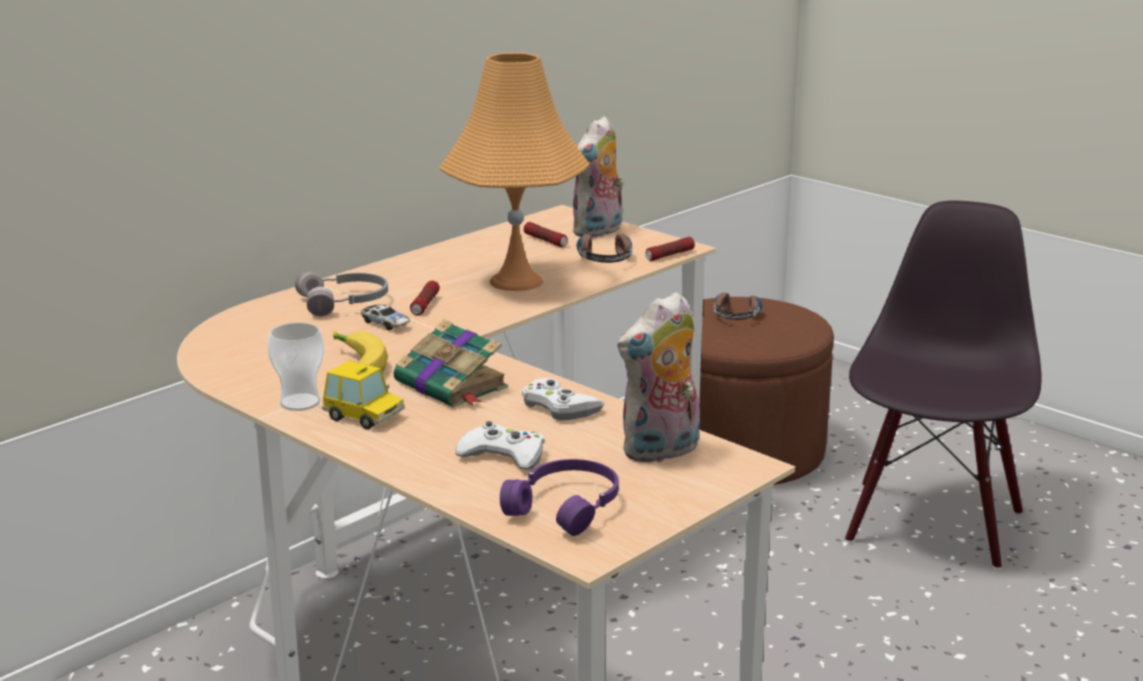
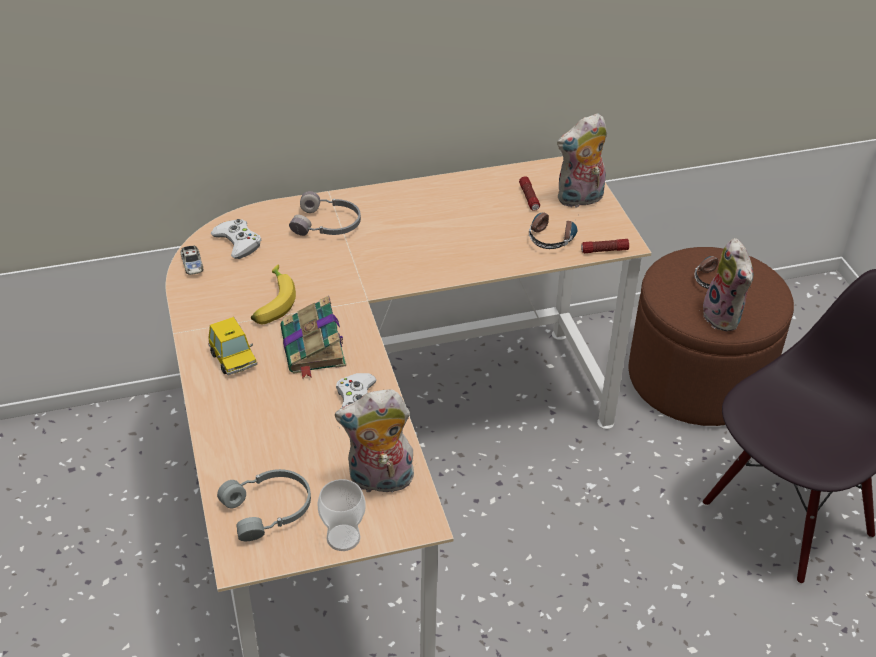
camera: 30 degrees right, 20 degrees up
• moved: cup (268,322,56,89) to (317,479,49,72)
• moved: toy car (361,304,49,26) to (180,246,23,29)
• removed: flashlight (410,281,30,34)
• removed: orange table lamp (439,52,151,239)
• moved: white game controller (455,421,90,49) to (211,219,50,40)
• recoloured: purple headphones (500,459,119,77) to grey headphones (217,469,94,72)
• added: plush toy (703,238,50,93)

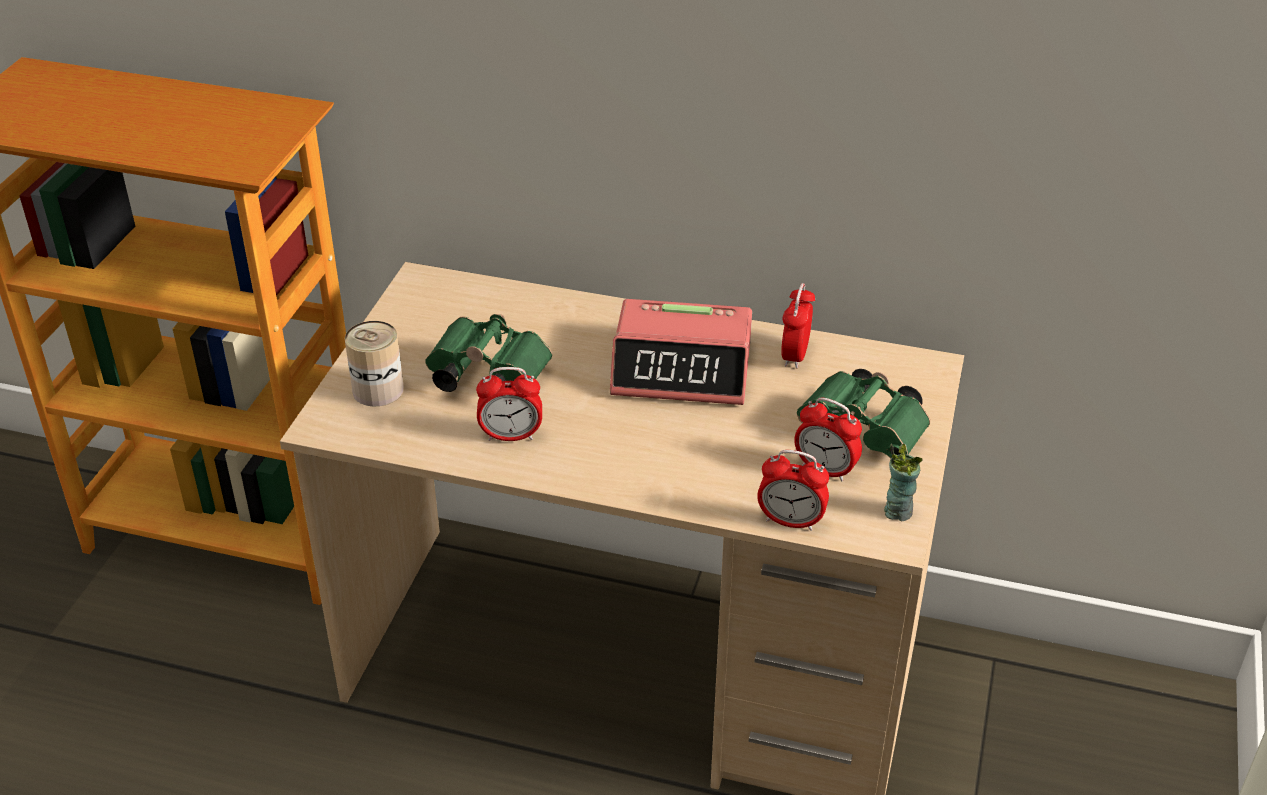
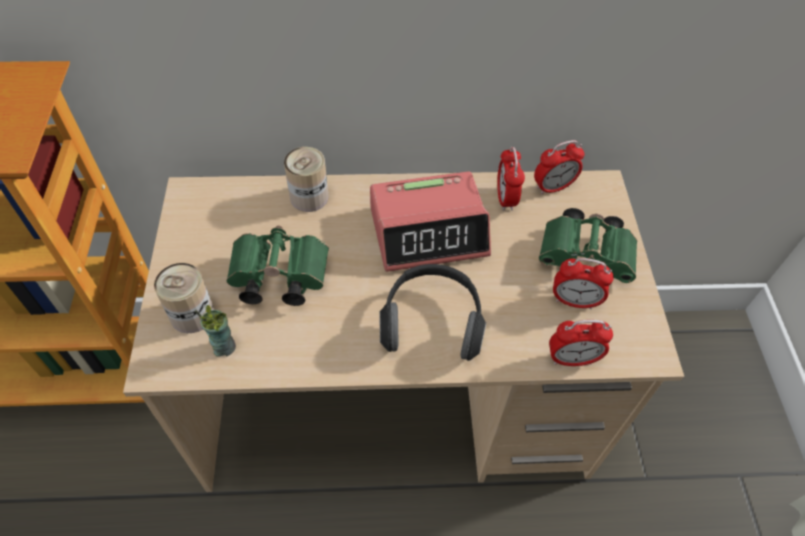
camera: 20 degrees left, 15 degrees up
• moved: alarm clock (476,367,66,74) to (534,140,51,55)
• moved: cup (884,443,38,78) to (195,305,41,52)
• added: can (284,147,44,65)
• added: headphones (379,264,107,97)

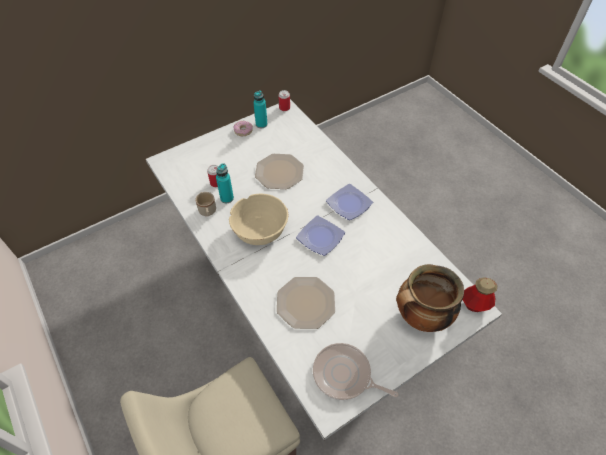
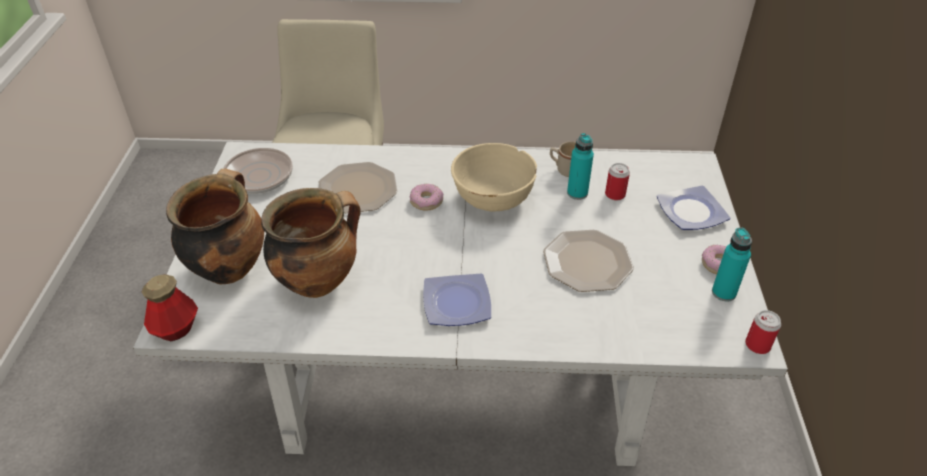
camera: 125 degrees right, 10 degrees down
• moved: plate (296,215,49,41) to (657,186,73,44)
• added: cooking pot (261,188,100,110)
• added: donut (410,184,33,27)

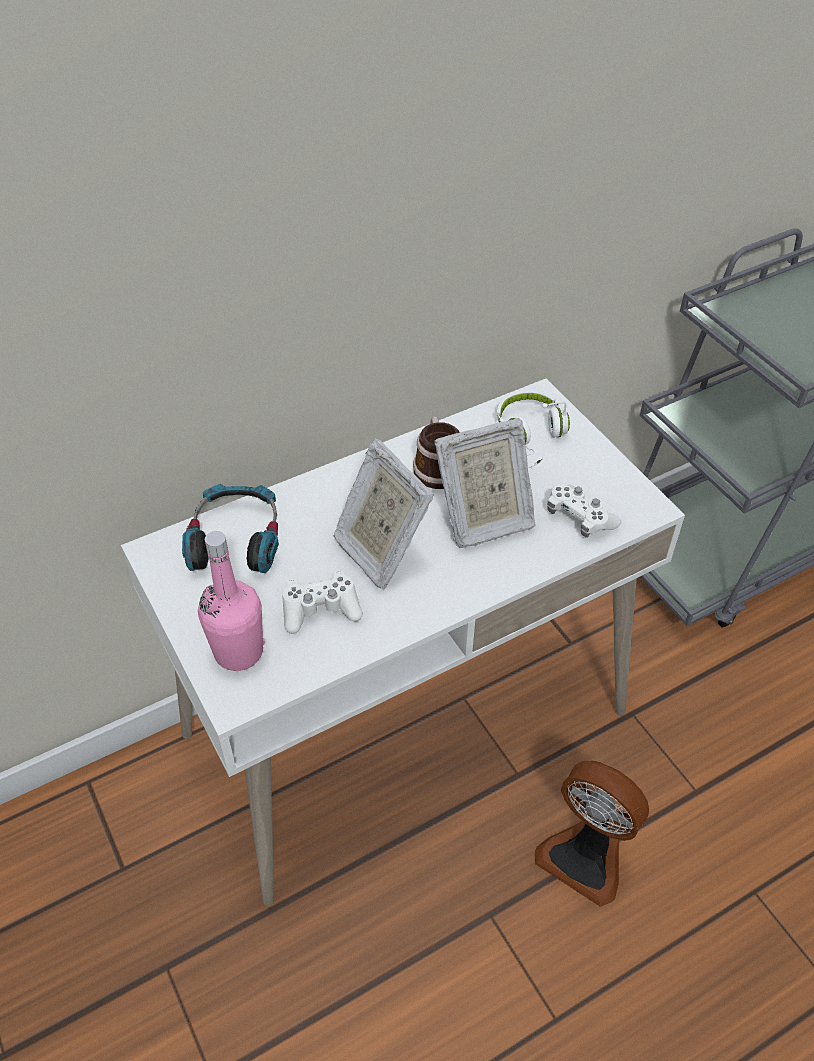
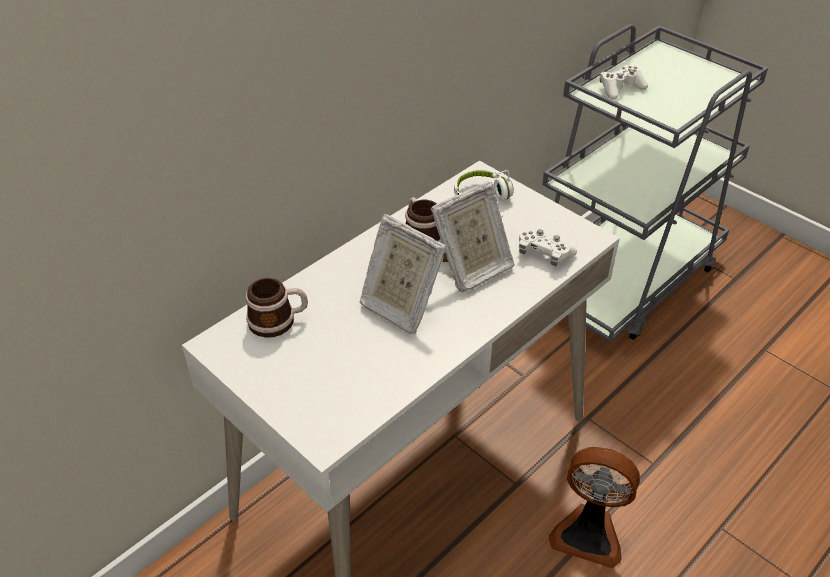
camera: 15 degrees left, 5 degrees down
• replaced: headphones (182,484,97,89) to mug (246,278,62,60)
• removed: pink bottle (198,531,67,140)
• moved: white game controller (282,571,81,63) to (600,65,48,35)

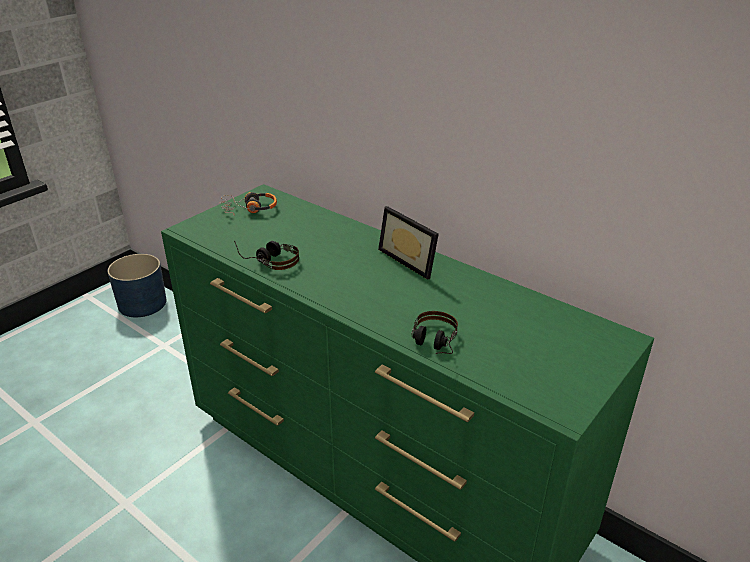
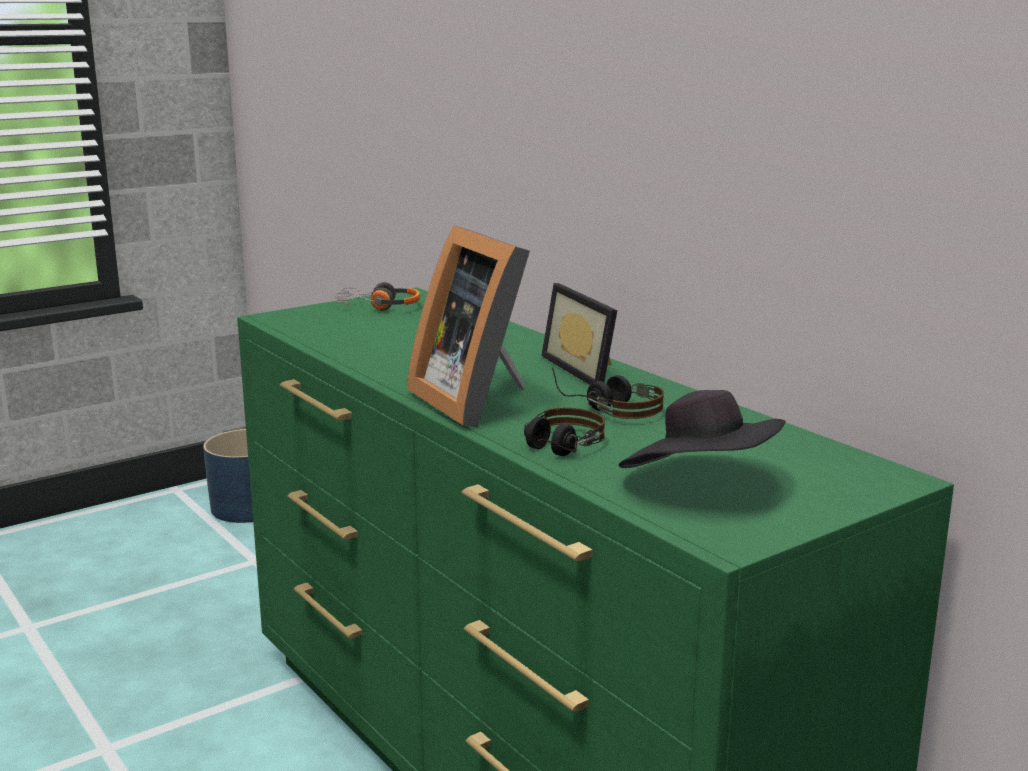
camera: 15 degrees right, 15 degrees down
• moved: headphones (234,241,65,29) to (552,367,112,52)
• added: picture frame (407,225,123,203)
• added: black hat (619,390,167,78)

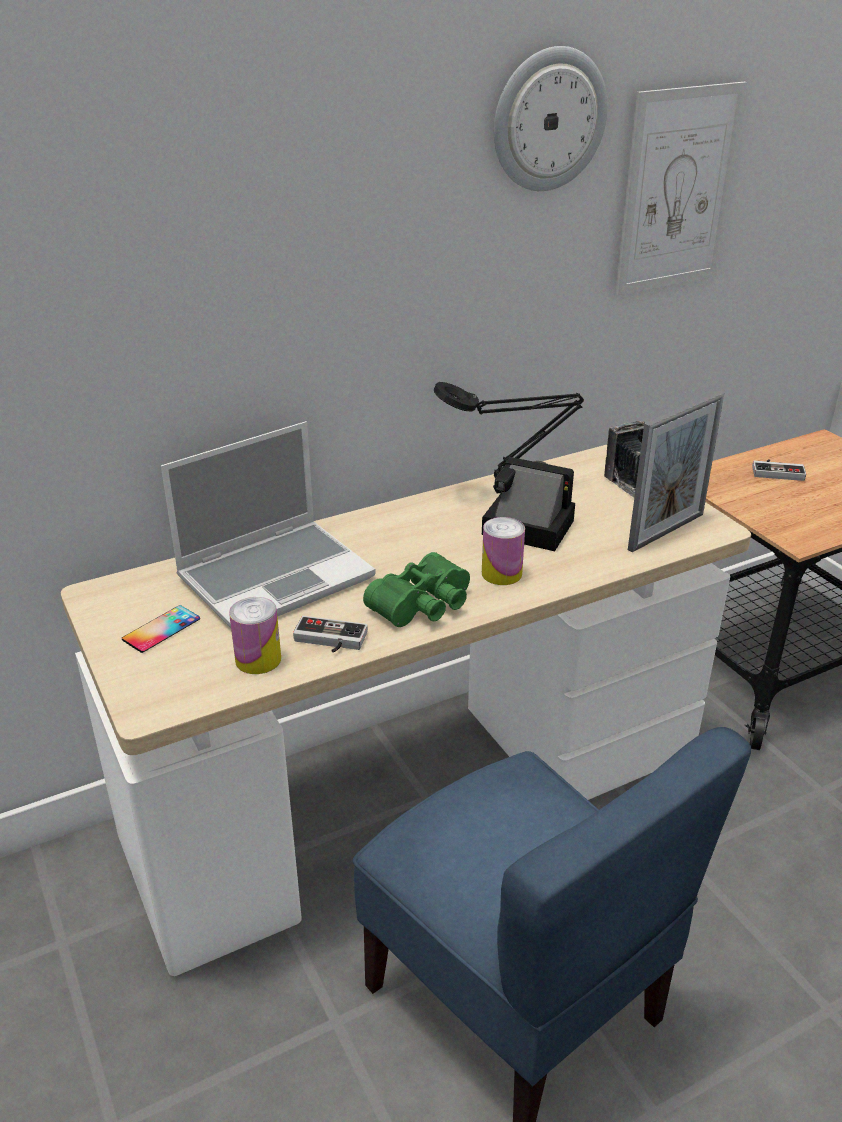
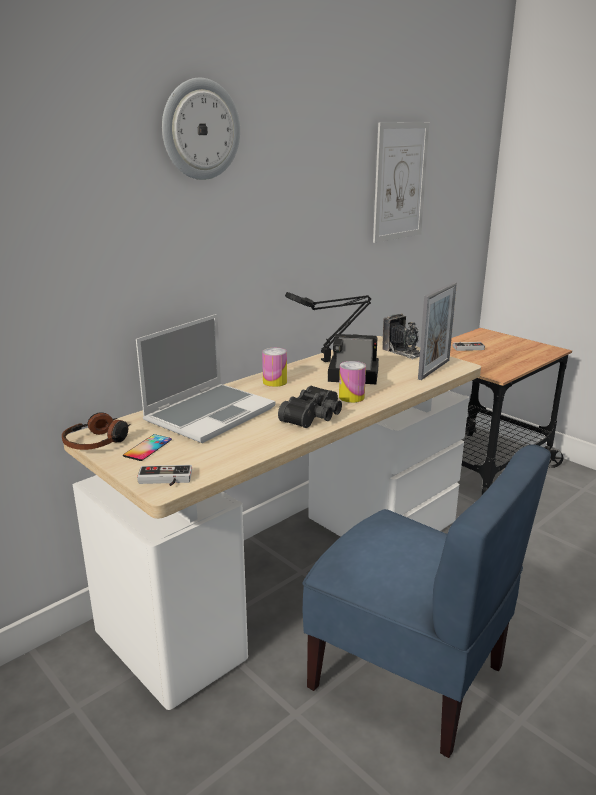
camera: 15 degrees left, 10 degrees down
• moved: can (229,597,52,77) to (262,348,25,39)
• moved: game controller (293,616,75,37) to (137,465,55,21)
• recoloured: green binoculars (363,552,107,75) to black binoculars (278,386,64,42)
• moved: wall clock (494,46,114,145) to (162,78,78,102)
• added: headphones (62,412,69,38)

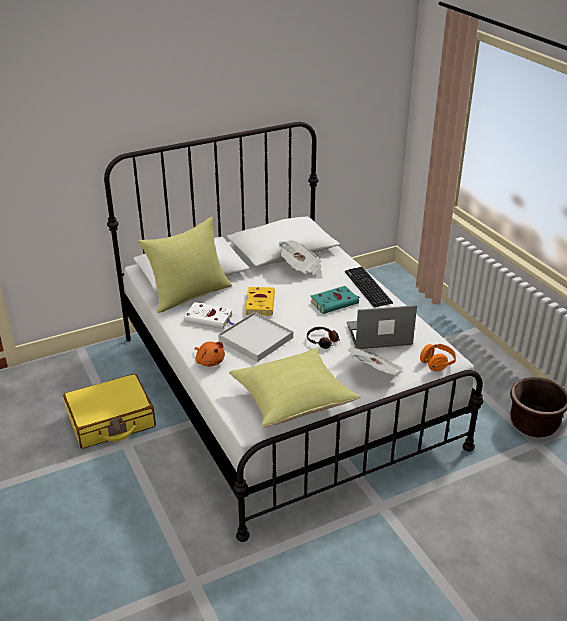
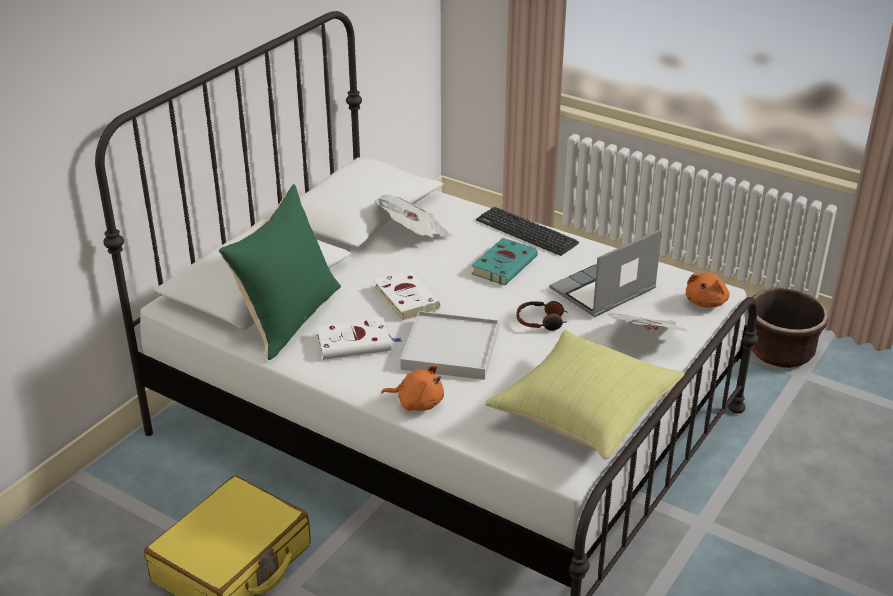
camera: 30 degrees left, 0 degrees up
• recoloured: yellow pillow (138,217,94,96) to green pillow (219,184,122,176)
• recoloured: yellow book (245,287,30,29) to white book (374,270,67,51)
• replaced: orange headphones (420,344,36,28) to orange plush toy (686,272,44,36)

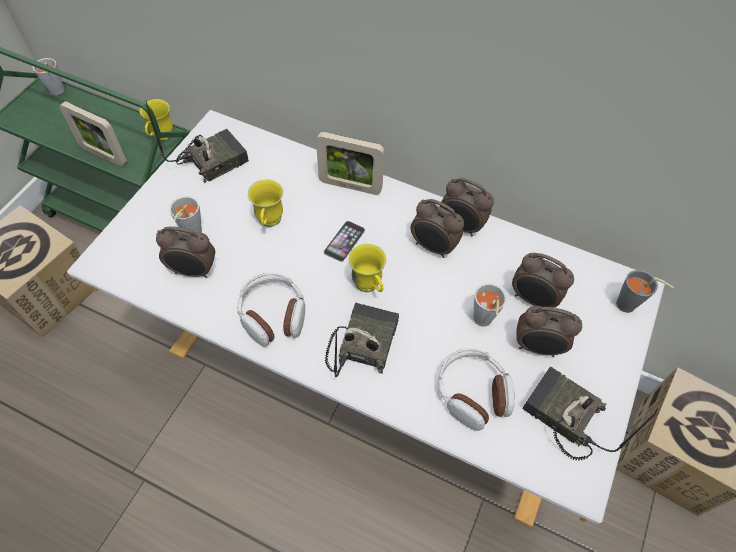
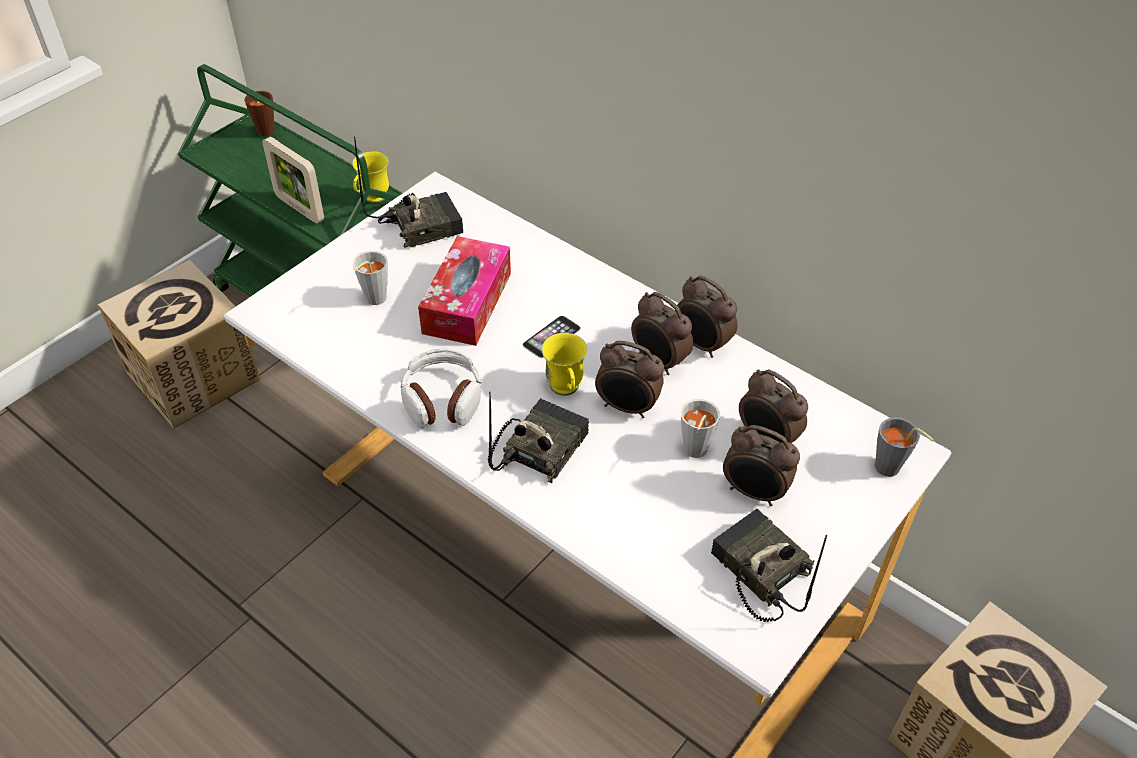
camera: 15 degrees right, 10 degrees down
• recoloured: grey cup (33,58,31,37) to brown cup (244,91,31,45)
• moved: alarm clock (156,226,59,52) to (595,341,69,77)
• replaced: yellow mug (248,179,35,48) to tissue box (418,236,93,110)
• removed: picture frame (316,132,69,63)
• removed: headphones (438,348,77,83)

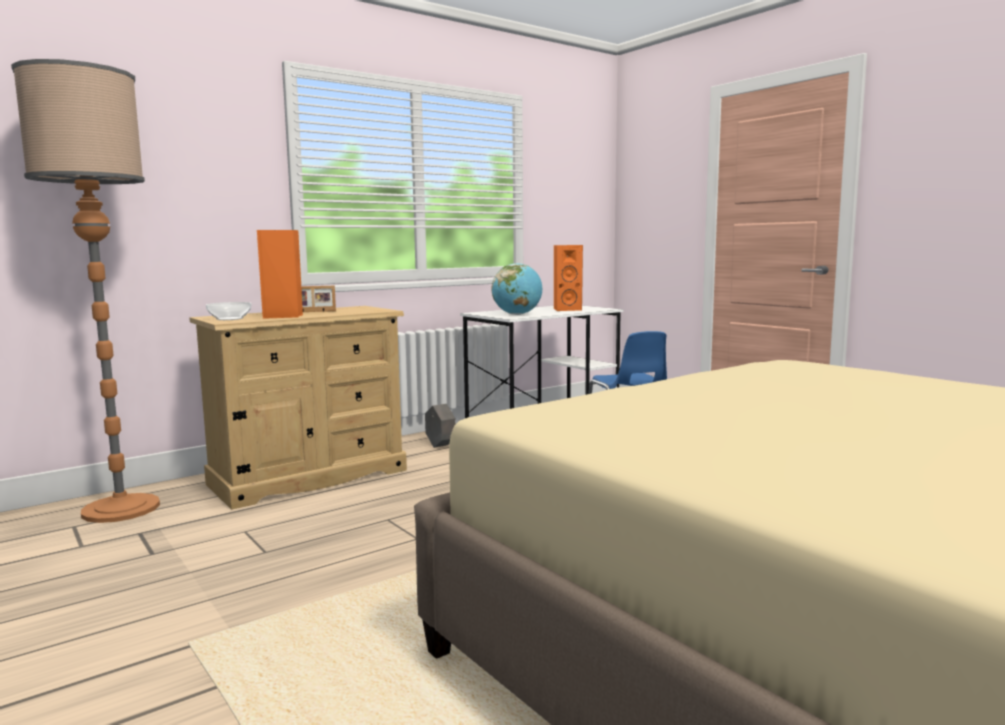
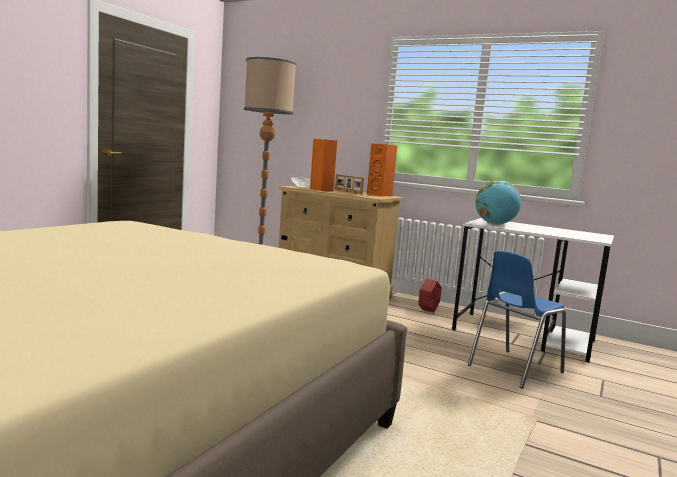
camera: 65 degrees right, 0 degrees up
• recoloured: grey planter (425,404,31,44) to red planter (418,279,24,34)
• moved: orange speaker (554,245,29,66) to (367,143,30,53)

